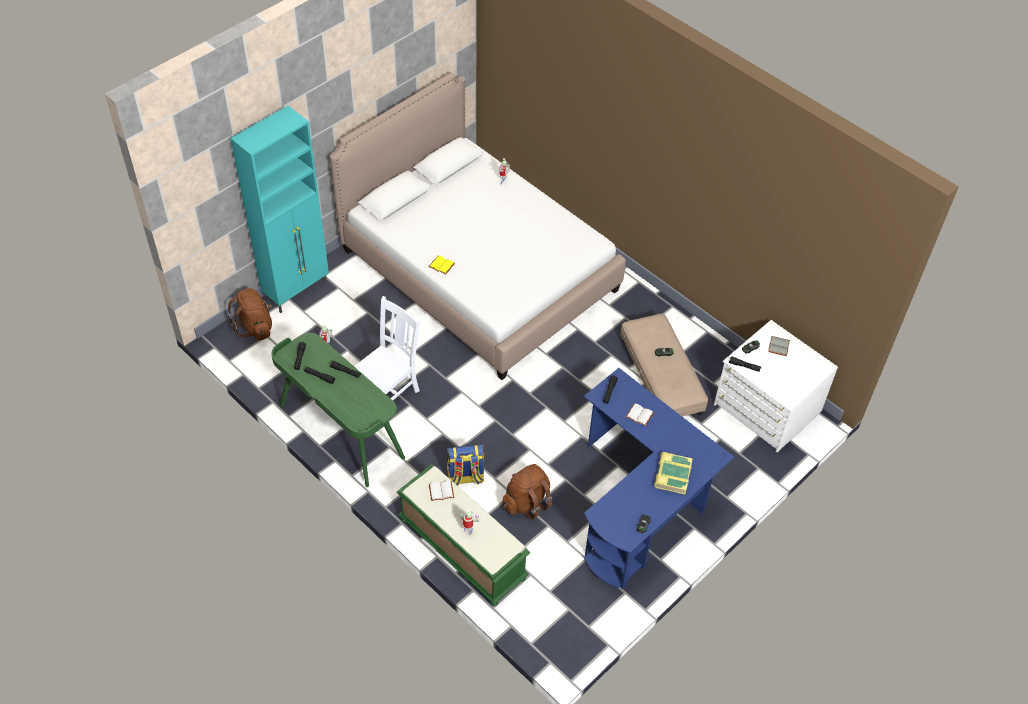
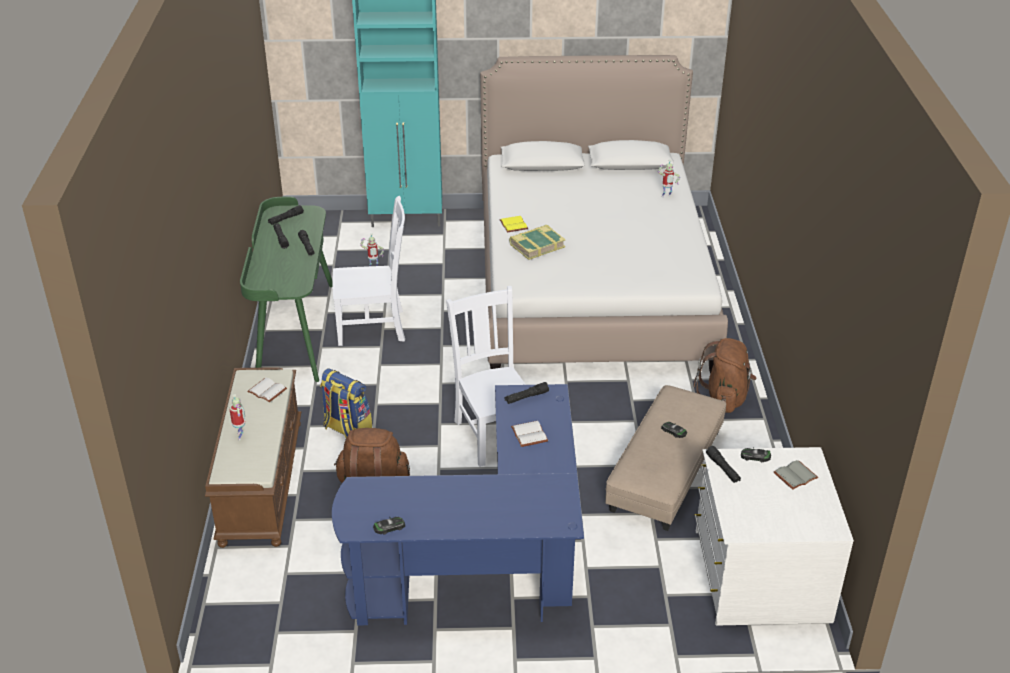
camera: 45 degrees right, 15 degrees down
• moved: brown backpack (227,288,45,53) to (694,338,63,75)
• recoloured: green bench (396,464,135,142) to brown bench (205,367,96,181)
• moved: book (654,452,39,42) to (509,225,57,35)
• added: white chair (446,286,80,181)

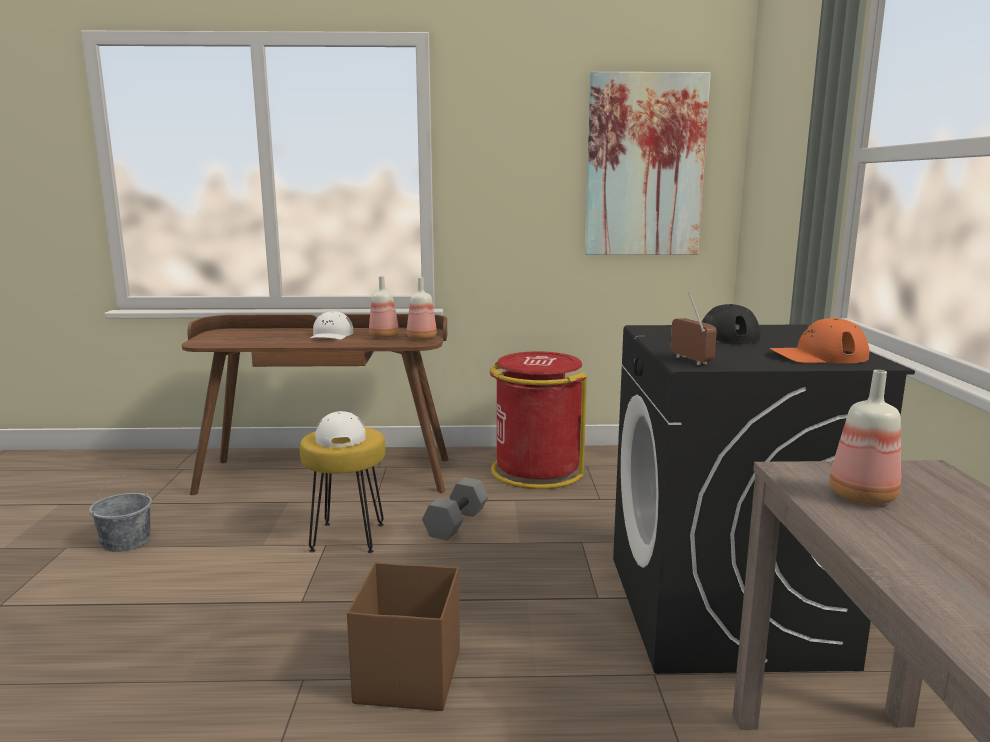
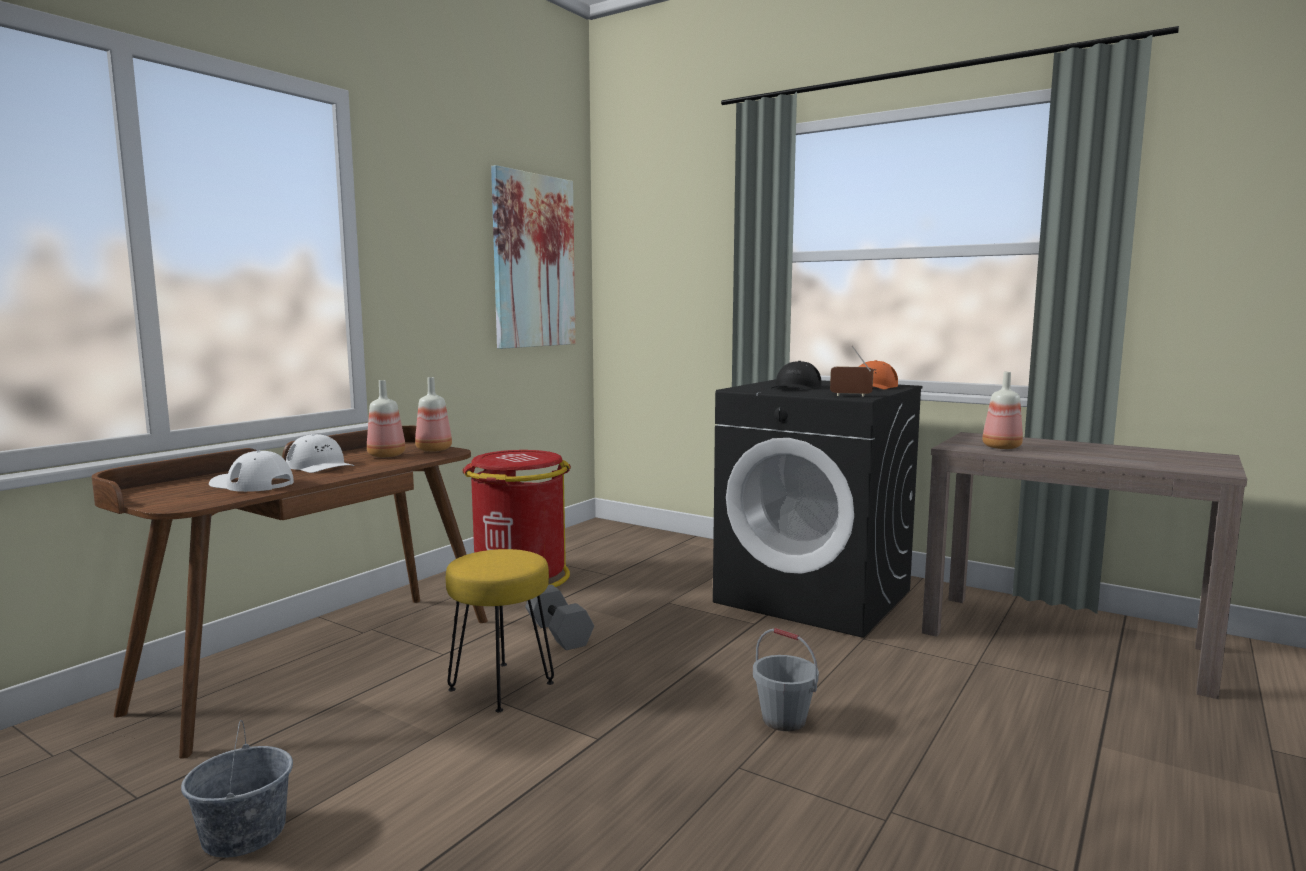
camera: 55 degrees left, 5 degrees down
• moved: white cap (315,411,51,36) to (209,451,85,41)
• replaced: brown storage box (347,562,113,149) to grey bucket (753,628,66,103)

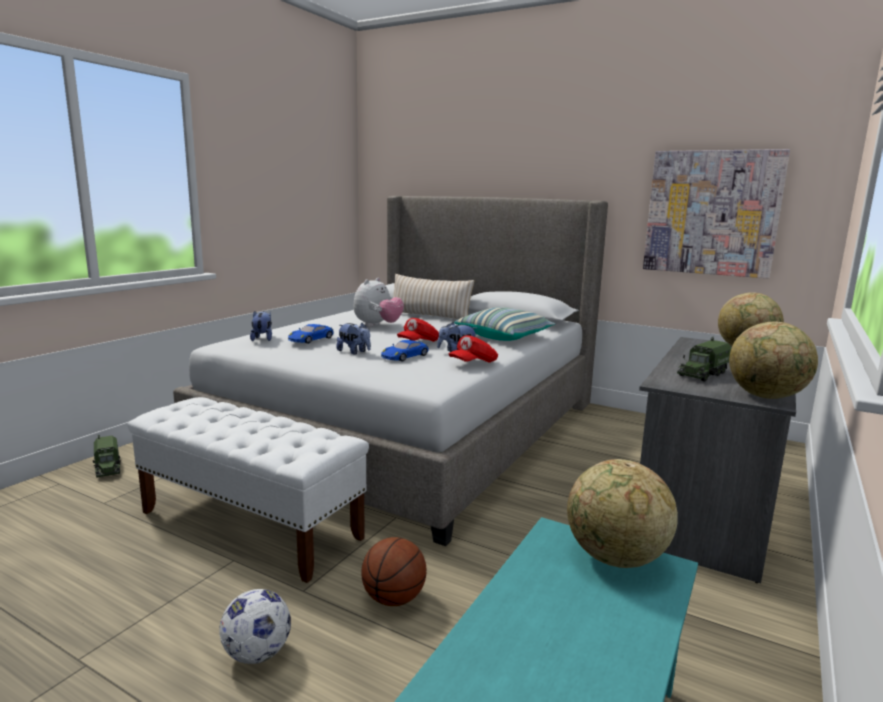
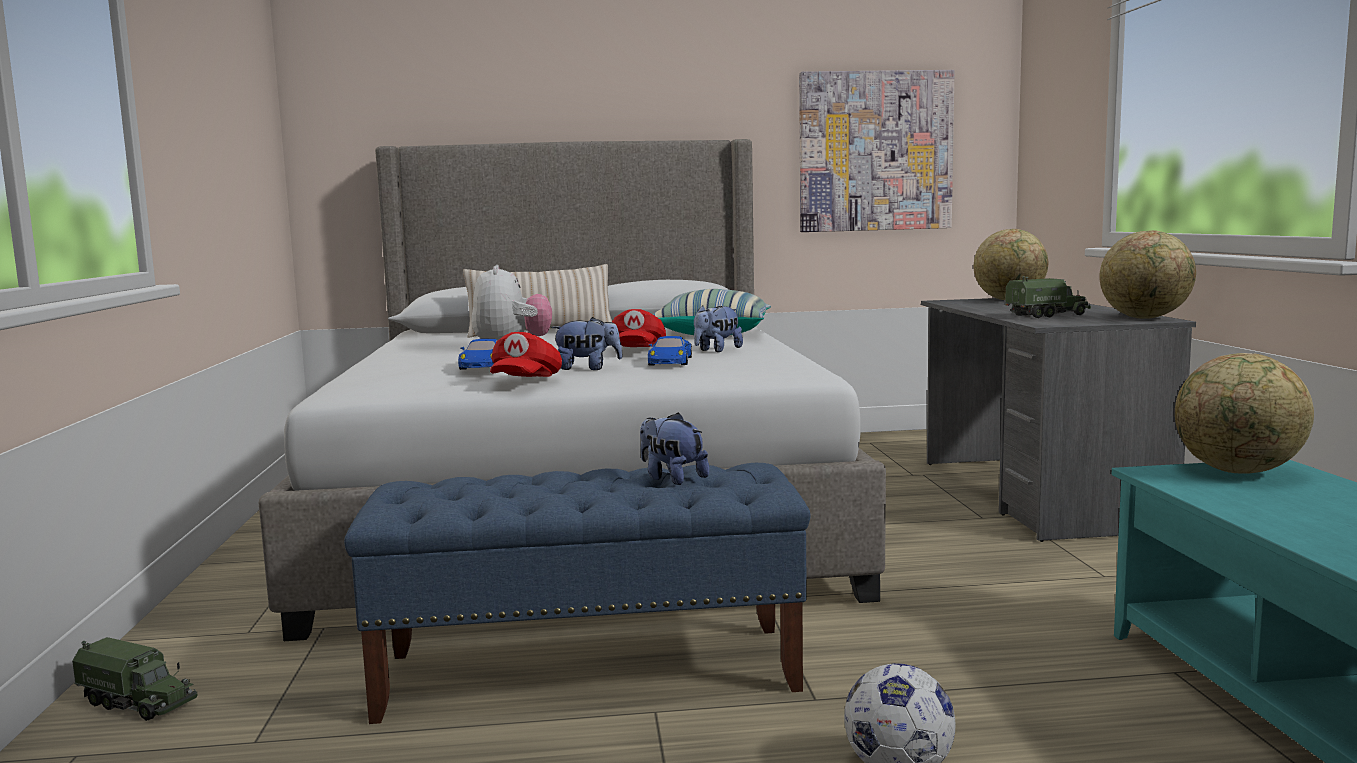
camera: 35 degrees left, 5 degrees down
• recoloured: white bench (128,397,241,186) to blue bench (344,463,466,261)
• moved: plush toy (250,311,22,30) to (640,412,69,73)
• removed: basketball (361,537,65,69)
• moved: red cap (449,335,49,28) to (490,332,72,45)
• turned: toy truck (677,336,54,46) = (1005,276,86,42) 120 degrees counterclockwise

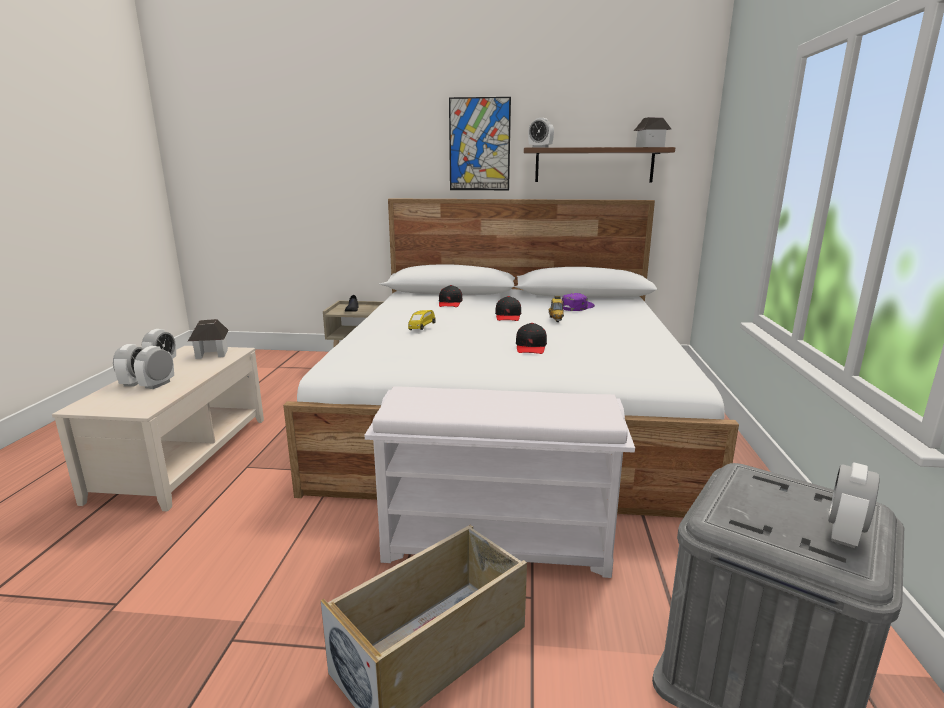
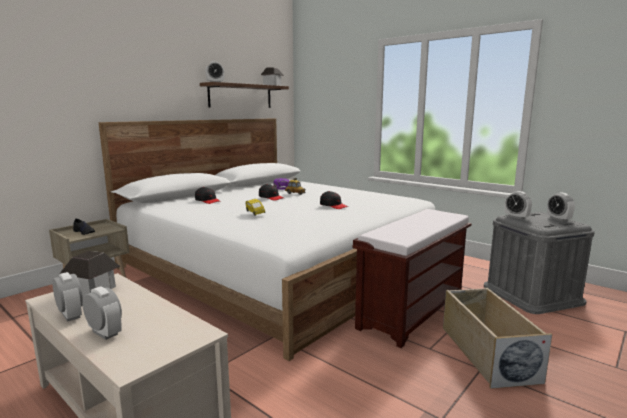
camera: 55 degrees left, 5 degrees down
• moved: alarm clock (134,346,40,43) to (504,191,28,29)
• recoloured: white bench (364,386,271,192) to brown bench (353,209,119,139)
• removed: picture (449,97,62,93)

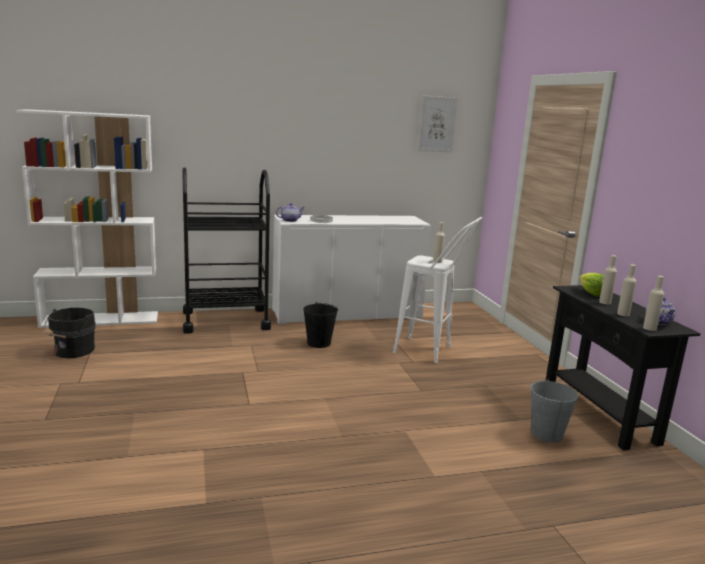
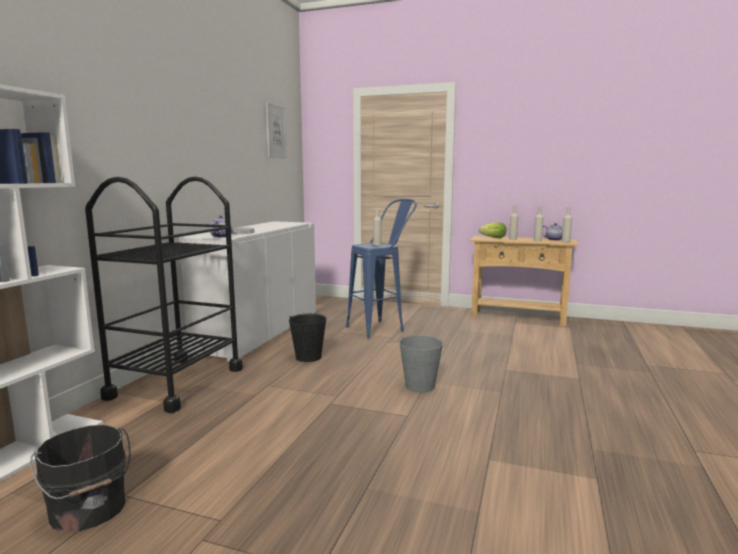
camera: 55 degrees left, 5 degrees down
• recoloured: white stool (393,217,89,146) to blue stool (346,199,71,140)
• moved: grey bucket (530,379,48,64) to (399,336,44,56)
• recoloured: black console table (546,285,155,165) to beige console table (469,235,110,91)

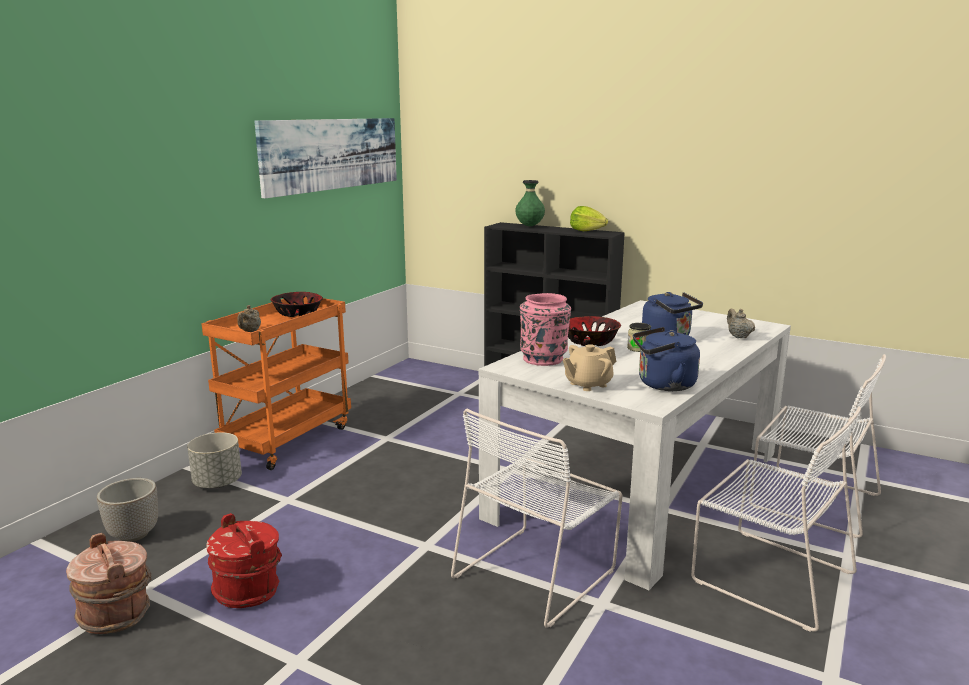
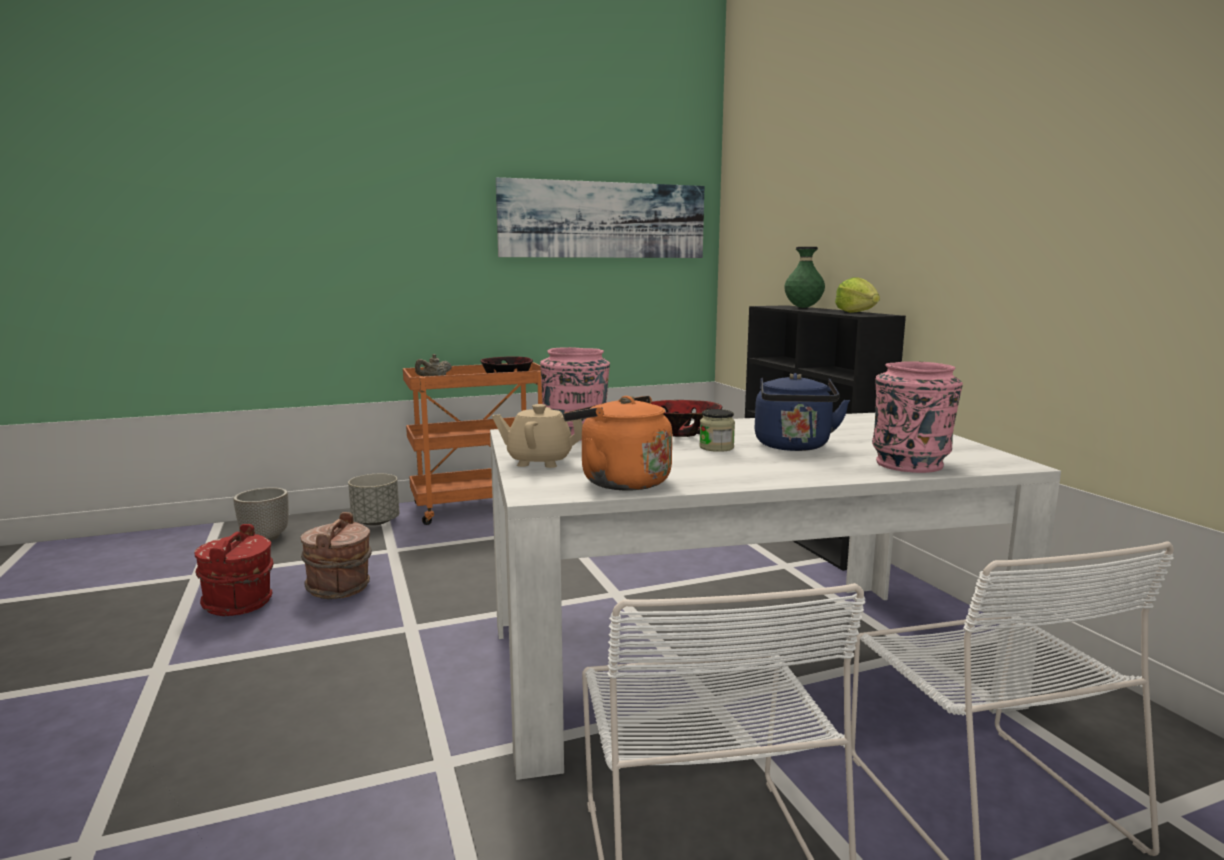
camera: 40 degrees right, 5 degrees down
• moved: brown bucket (66,533,85,101) to (300,512,72,87)
• removed: white chair (451,408,172,220)
• recoloured: blue kettle (633,327,67,64) to orange kettle (563,396,109,95)
• replaced: beige teapot (727,309,28,29) to pink vase (872,361,91,112)

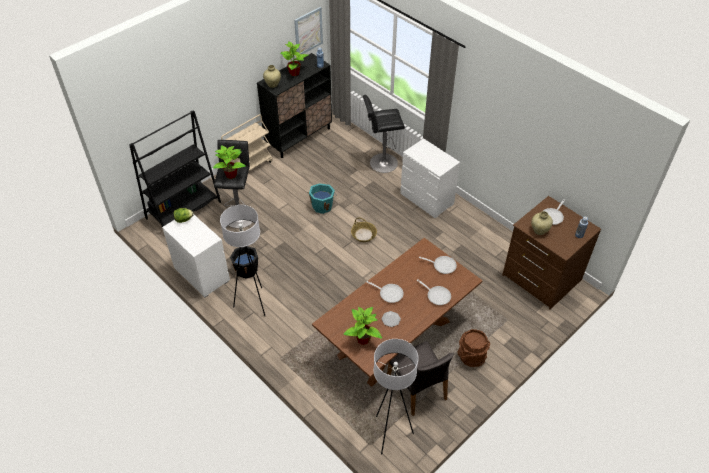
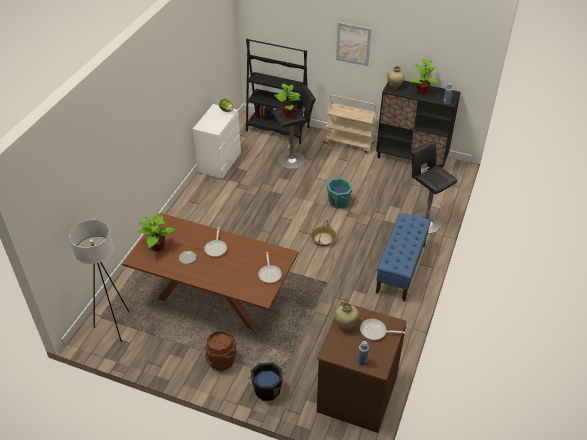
camera: 65 degrees right, 5 degrees down
• removed: white floor lamp (220,205,45,111)
• moved: black bucket (230,246,28,33) to (248,362,38,39)
• moved: picture (294,7,29,47) to (336,22,36,44)
• removed: grey chair (387,341,67,75)
• replaced: white dresser (400,138,60,80) to blue bench (376,213,55,88)
• removed: frying pan (417,279,34,26)

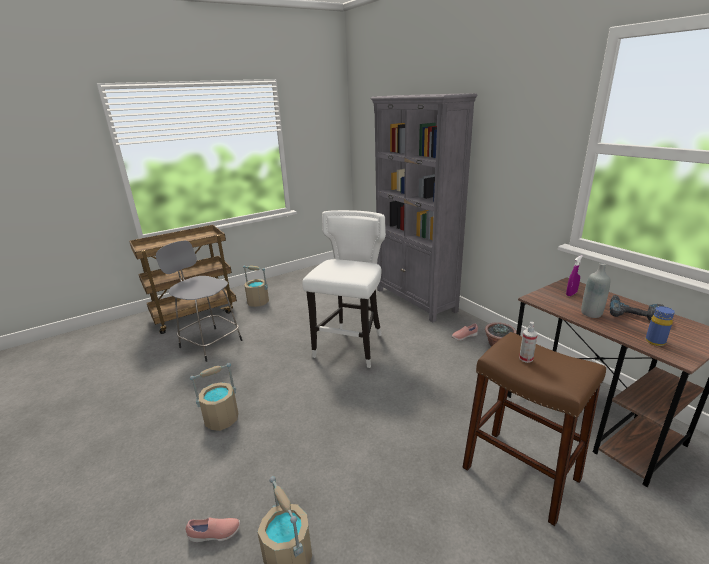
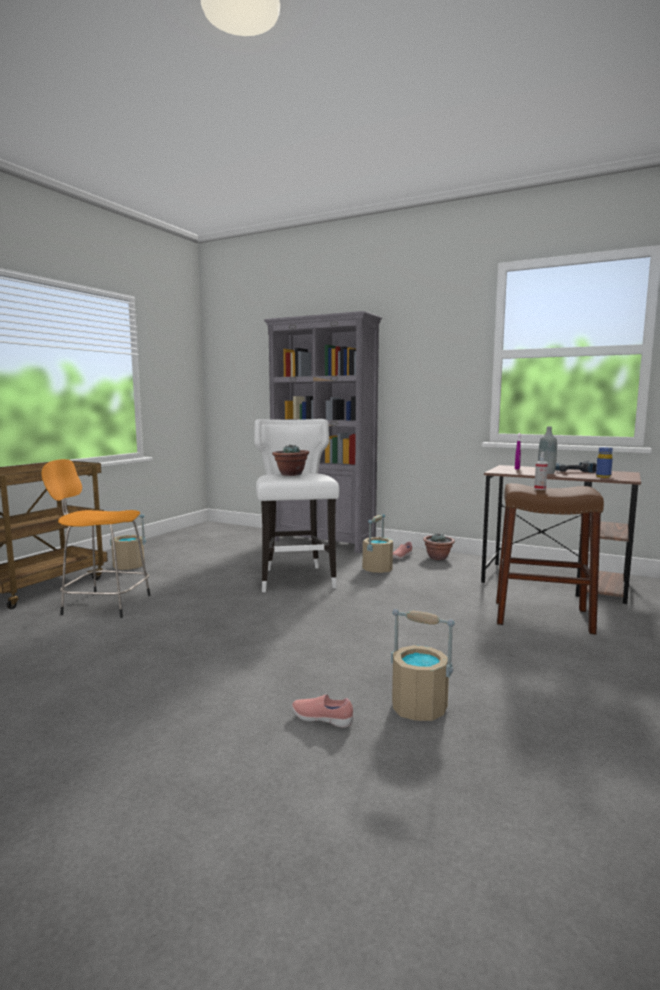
camera: 30 degrees left, 15 degrees down
• recoloured: grey stool (156,241,86,121) to orange stool (41,459,110,159)
• turned: pink shoe (186,518,54,25) = (292,694,61,34) 120 degrees counterclockwise
• moved: beige bucket (190,363,48,68) to (363,514,30,59)
• added: potted plant (272,444,37,32)

